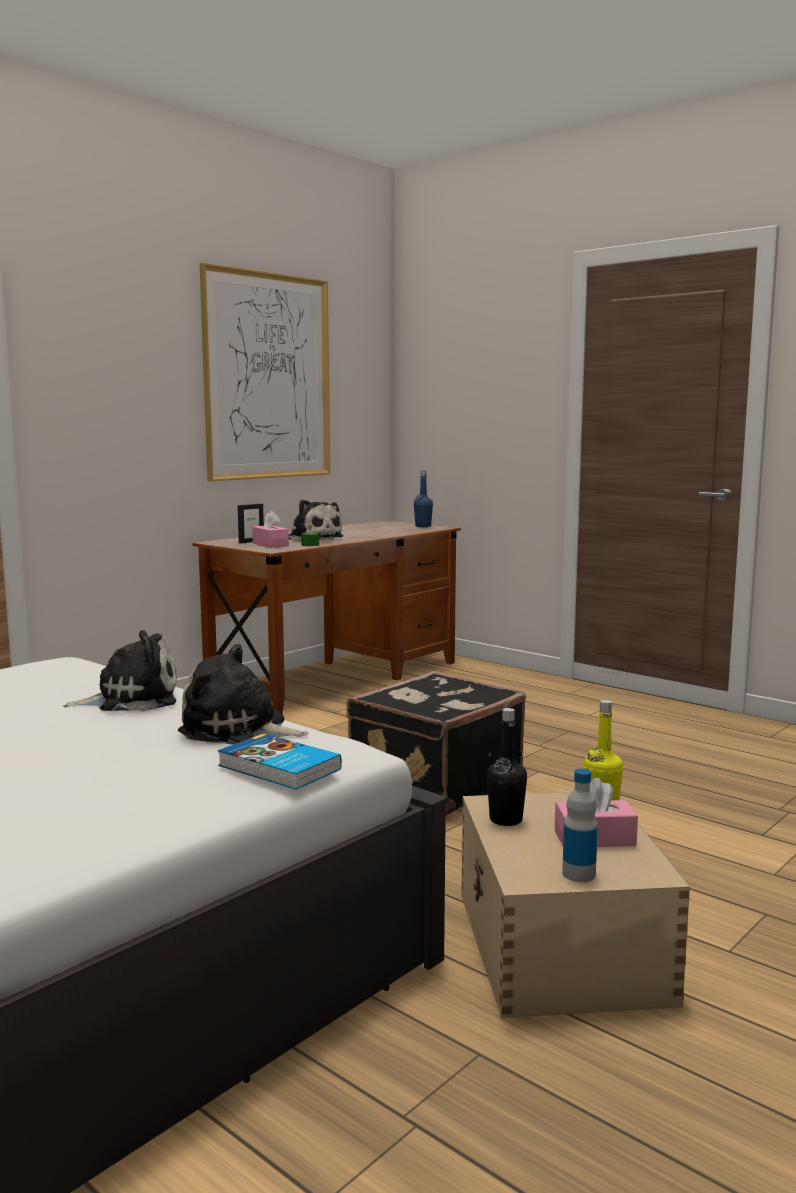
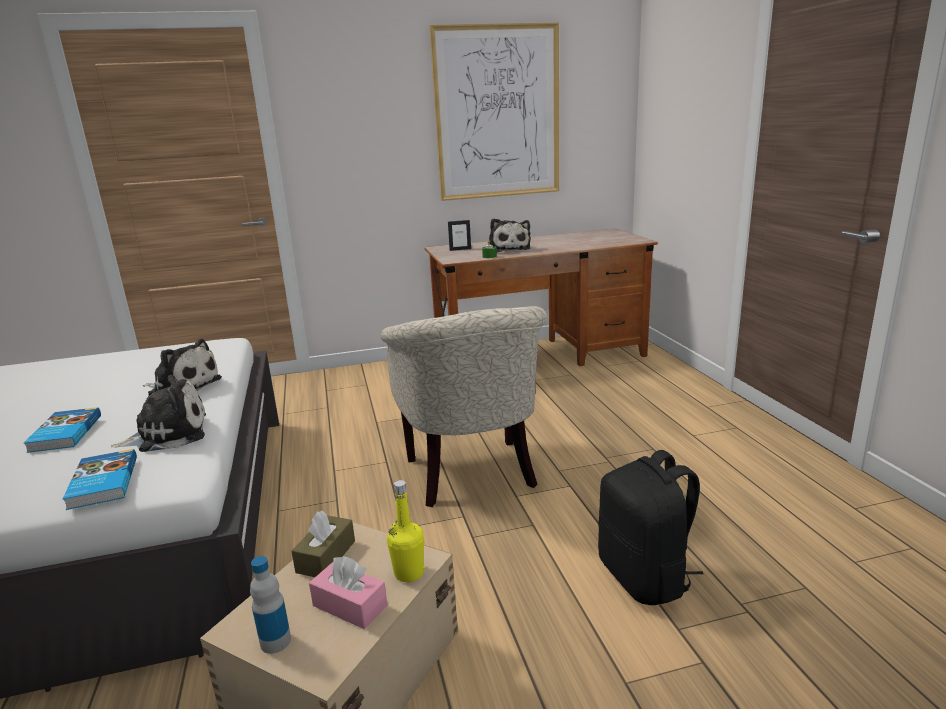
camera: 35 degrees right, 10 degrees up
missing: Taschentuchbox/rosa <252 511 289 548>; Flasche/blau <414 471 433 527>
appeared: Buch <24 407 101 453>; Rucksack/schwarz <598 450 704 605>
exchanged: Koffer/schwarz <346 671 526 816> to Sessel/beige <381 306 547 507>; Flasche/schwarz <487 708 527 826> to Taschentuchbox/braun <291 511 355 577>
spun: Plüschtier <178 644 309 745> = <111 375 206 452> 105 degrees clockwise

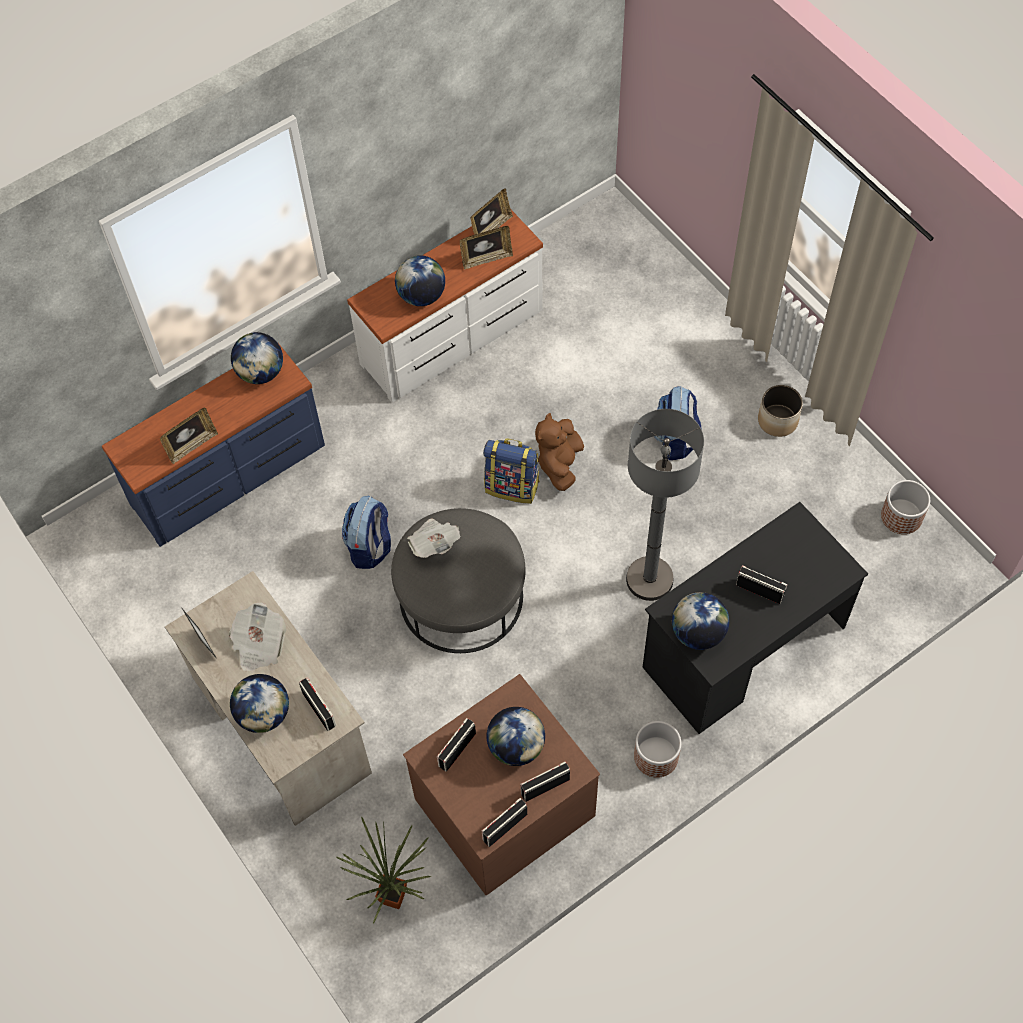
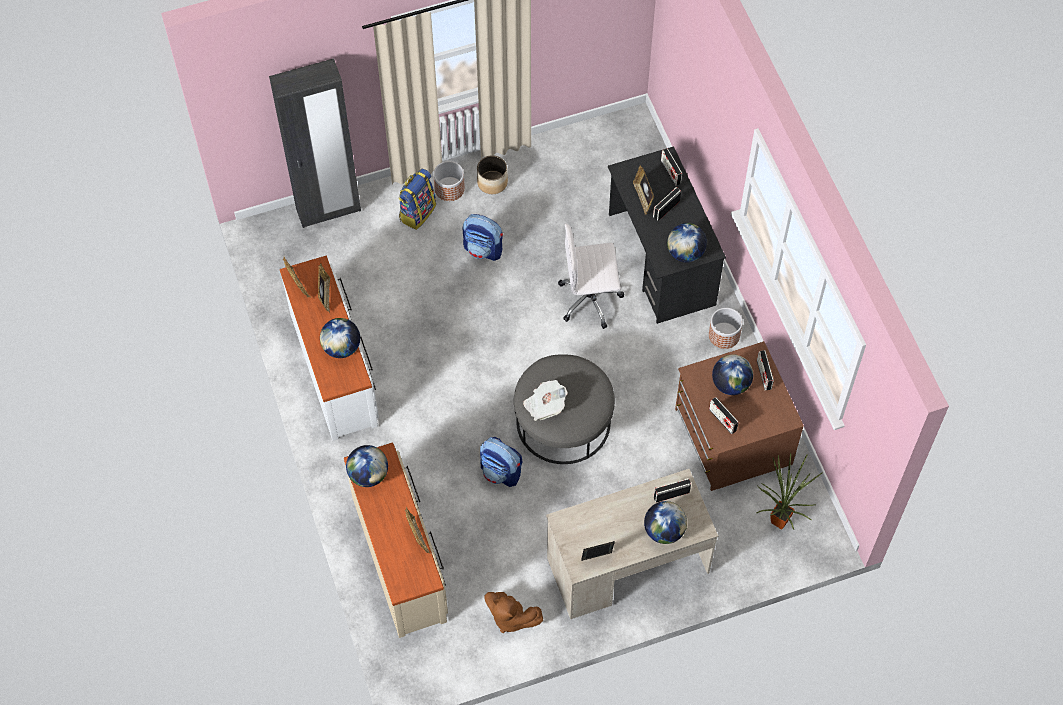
camera: 75 degrees left, 0 degrees up
missing: Zeitung <229 602 287 671>
appeared: Kleiderschrank/schwarz <269 58 361 228>; Bilderrahmen <633 165 654 215>
relocated: Radio <482 798 527 847> to <661 148 682 186>; Rucksack <483 438 540 504> to <399 169 436 230>; Plüschtier/braun <535 413 584 491> to <484 592 543 633>; Pflanzkübel <881 480 930 534> to <433 161 465 201>
exchanged: Stehlampe/grau <626 409 704 601> to Bürostuhl/weiß <558 224 624 329>
colour: Kommode/blau <102 342 325 547> to Kommode/beige <344 442 448 638>

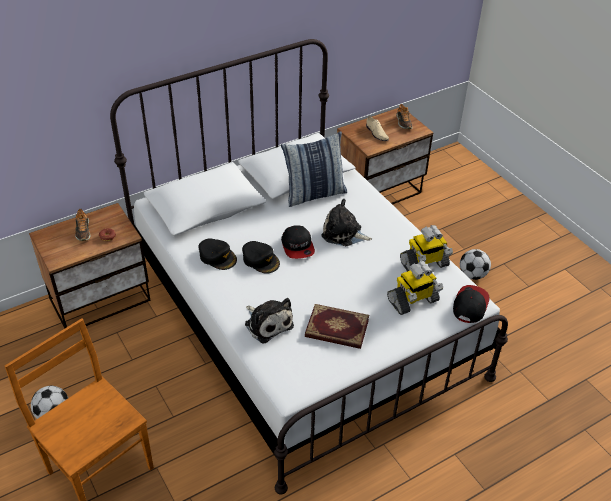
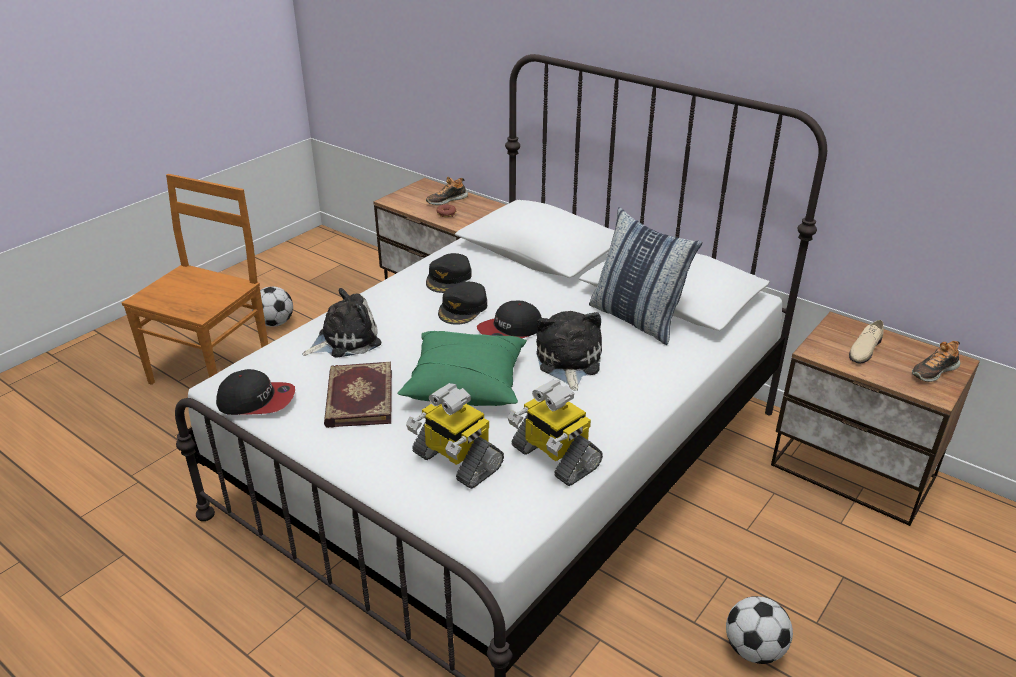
camera: 70 degrees right, 10 degrees down
appeared: Kissen/grün <398 331 527 406>
relocated: Kappe <453 285 489 323> to <216 369 295 415>
spun: Plüschtier <245 298 294 344> = <302 288 381 358> 150 degrees counterclockwise

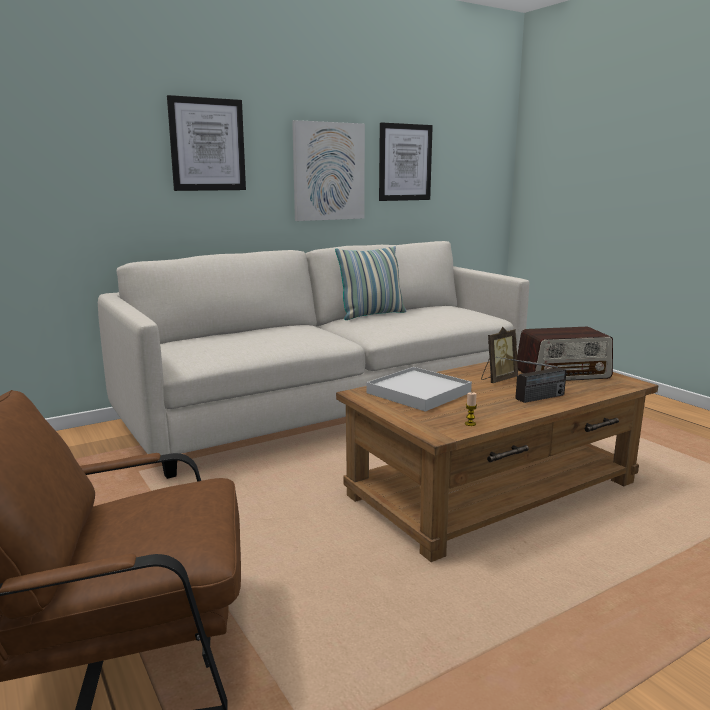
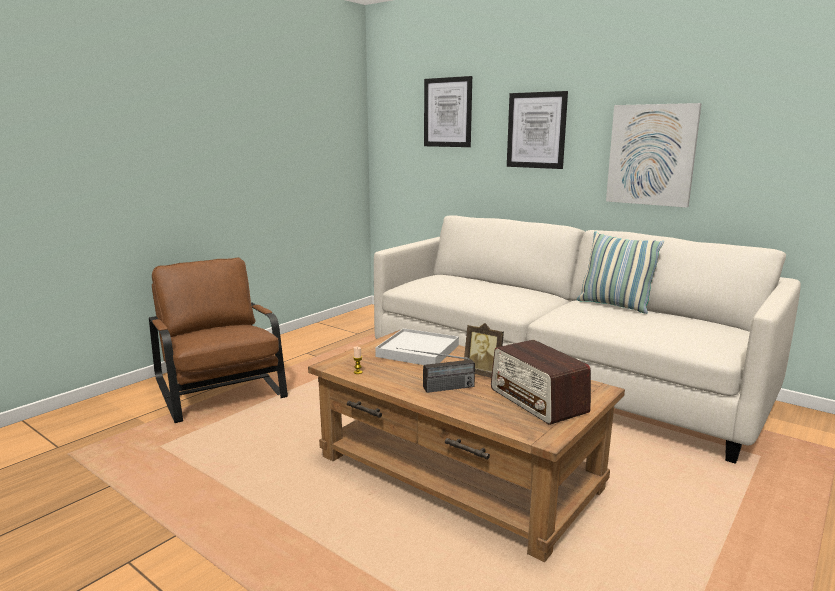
camera: 70 degrees right, 0 degrees up
relocated: Bild <379 122 433 201> to <424 76 472 147>
spun: Radio <496 357 567 403> = <396 348 475 393> 60 degrees counterclockwise

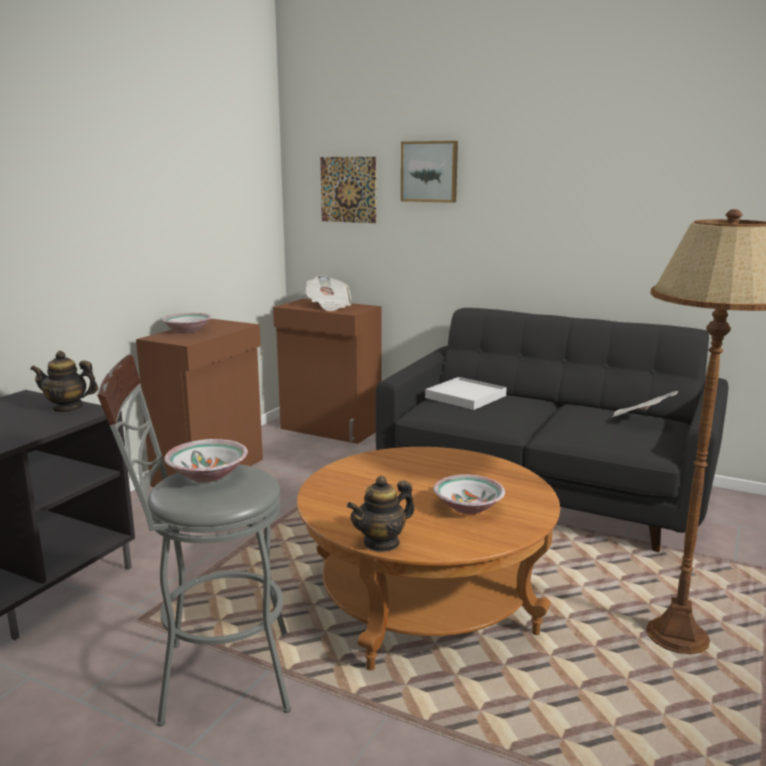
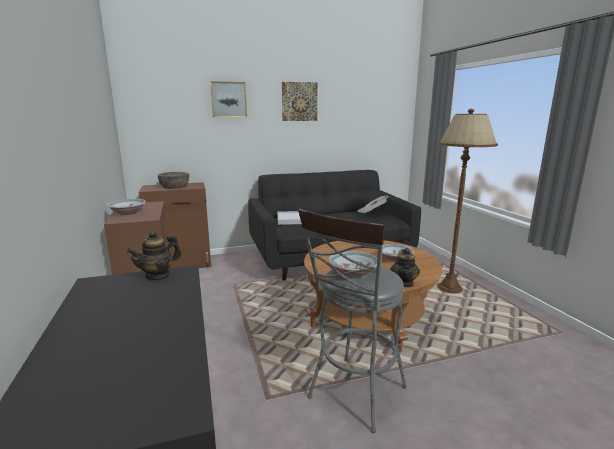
camera: 45 degrees left, 0 degrees up
relocated: Bild <320 157 376 223> to <282 82 318 121>
exchanged: Zeitung <305 275 351 311> to Schüssel/braun <158 172 189 189>

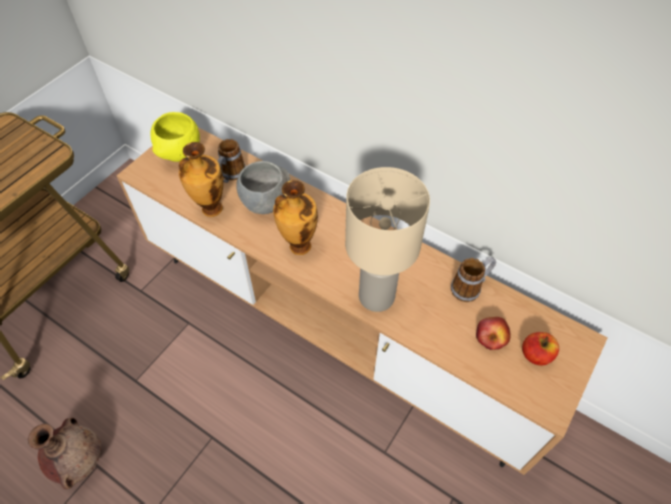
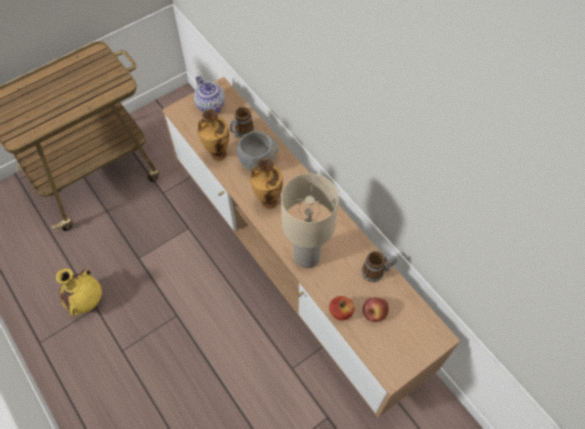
camera: 20 degrees right, 5 degrees up
relocated: Apfel <522 332 559 366> to <329 296 355 320>
exchanged: Schüssel/gelb <151 112 200 162> to Teekanne <194 76 225 114>
colour: Vase/braun <28 418 101 489> to Vase/gelb <56 268 102 316>

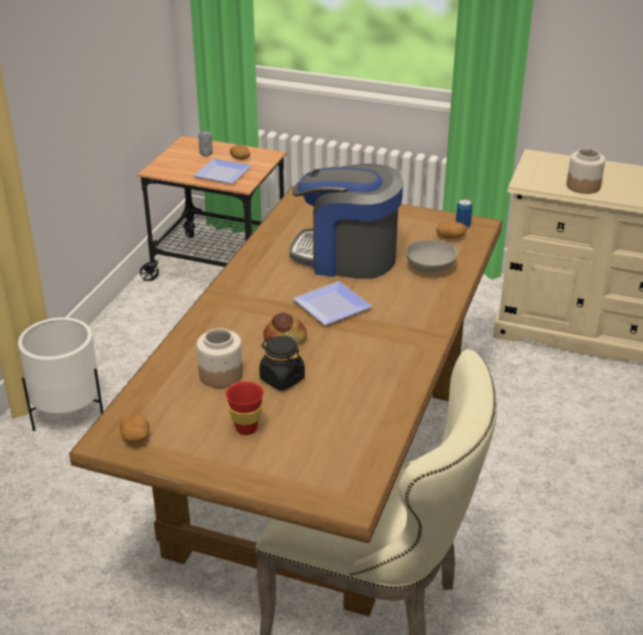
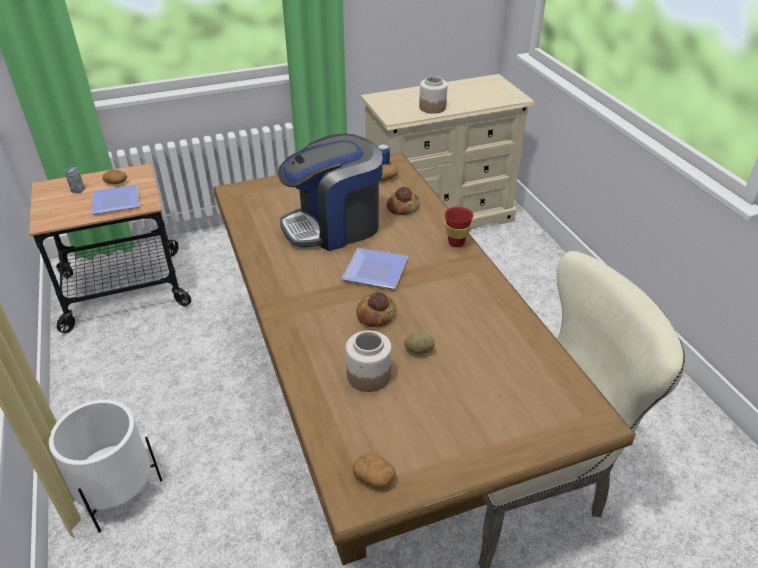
camera: 40 degrees left, 5 degrees up
relocated: Tasse/rot <225 381 264 435> to <445 206 474 247>
exchanged: Vorratsglas/schwarz <259 336 305 390> to Kartoffel <404 332 435 355>; Schüssel/grau <405 240 458 273> to Brot <387 187 420 215>

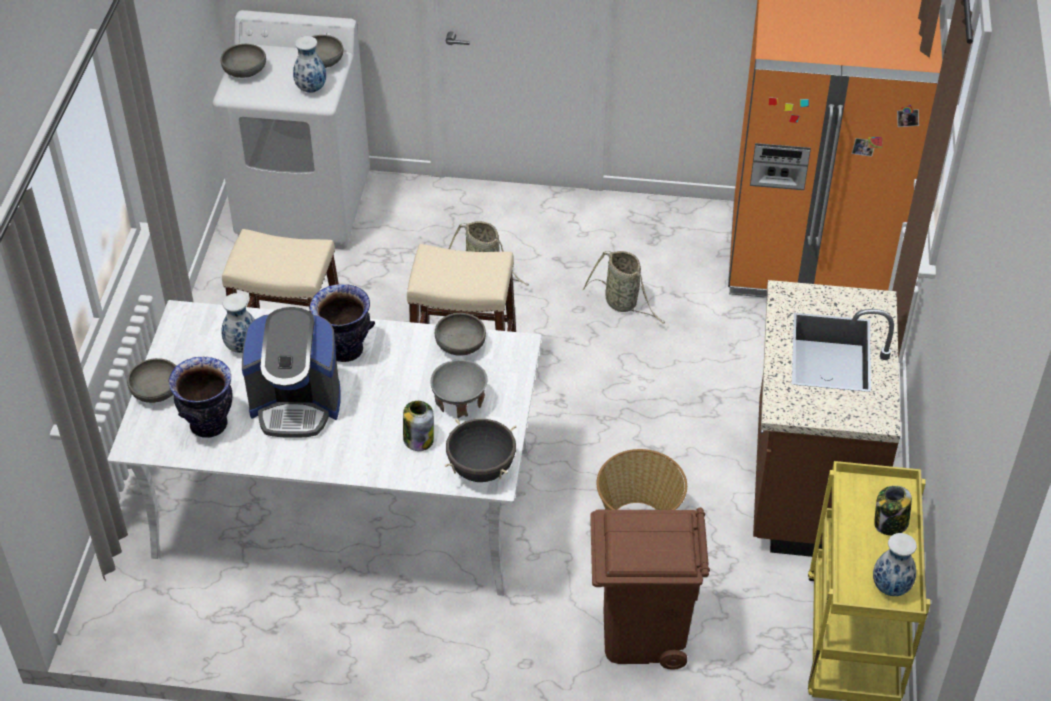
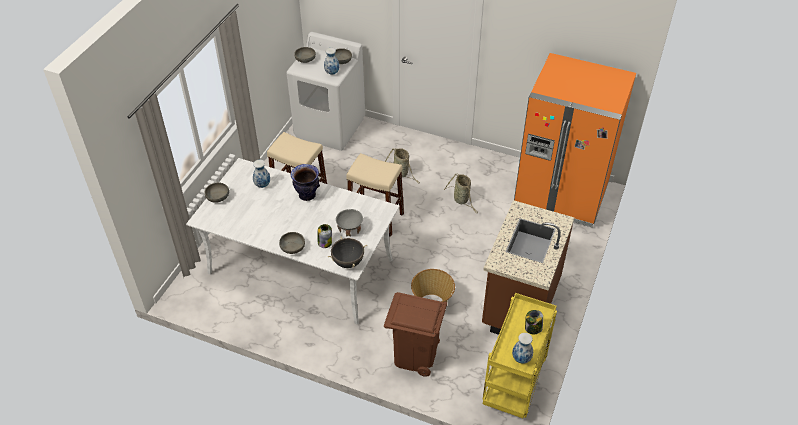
camera: 15 degrees right, 0 degrees up
missing: Vase <168 357 233 438>; Kaffeemaschine <242 307 341 438>
relocated: Schüssel/grau <435 313 486 356> to <279 232 305 254>

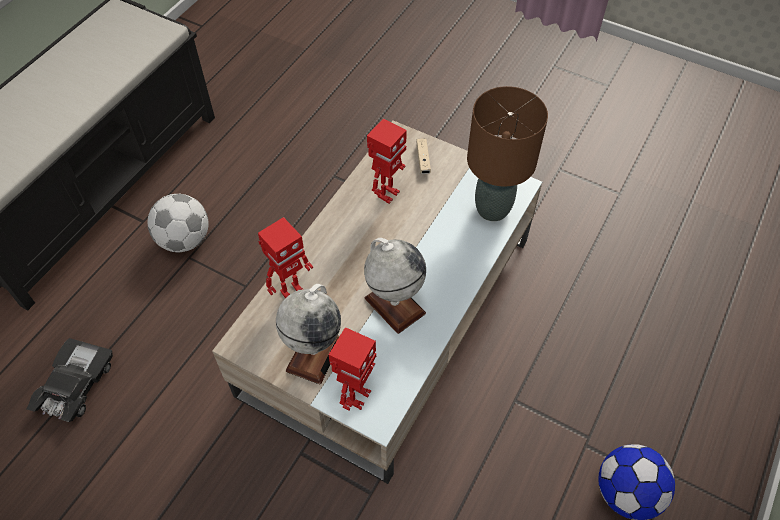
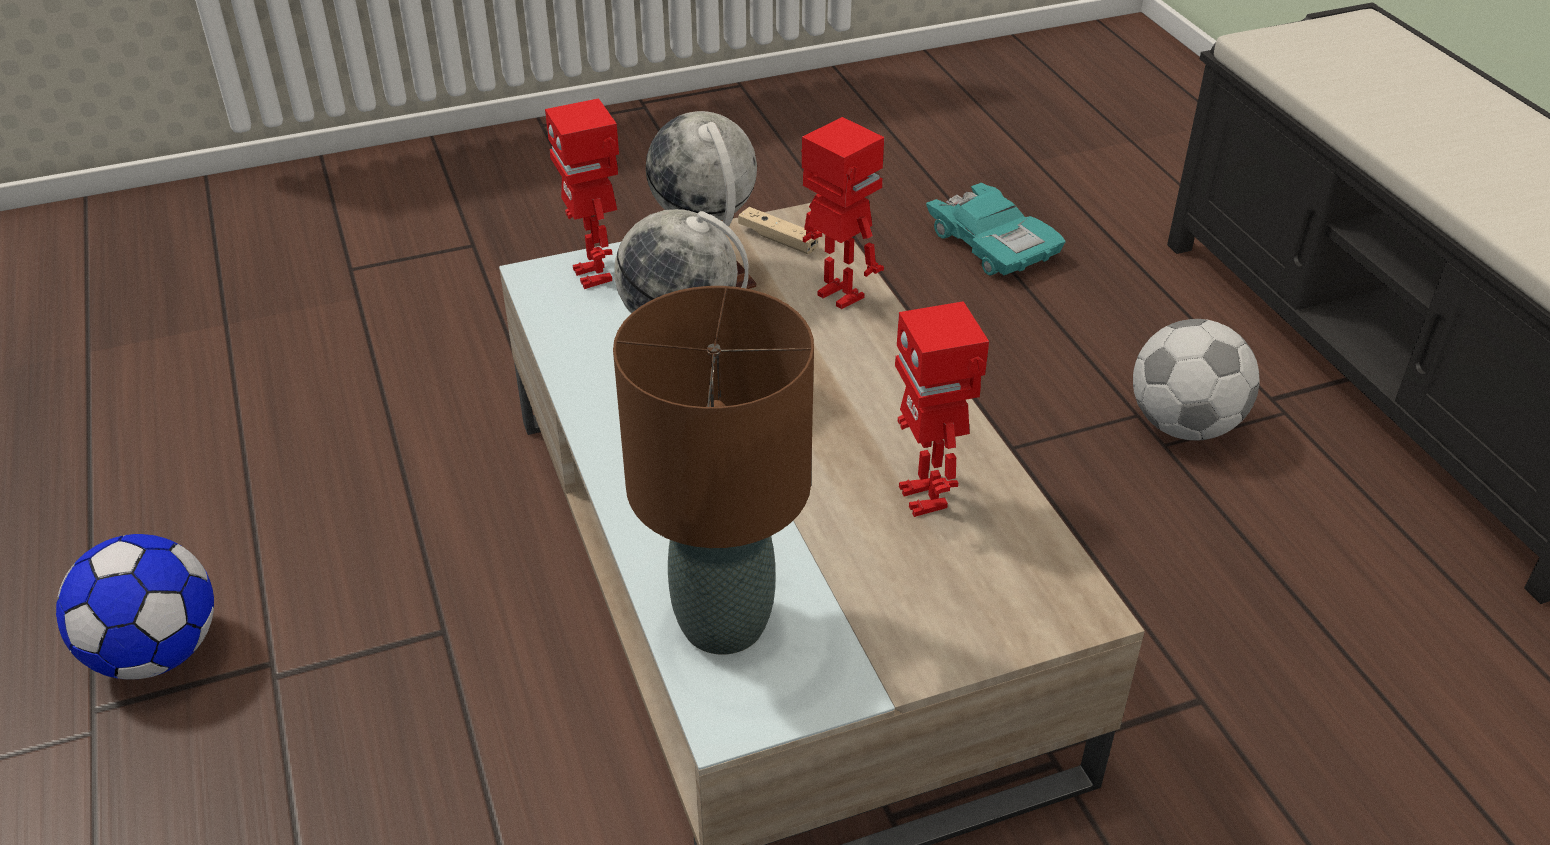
camera: 130 degrees right, 15 degrees down
relocated: Gamepad/beige <417 138 431 174> to <738 207 818 254>
colour: Spielzeugauto/schwarz <26 338 113 422> to Spielzeugauto/türkis <926 183 1066 275>
spun: Spielzeugroboter <258 217 313 298> = <801 117 884 309> 135 degrees clockwise

